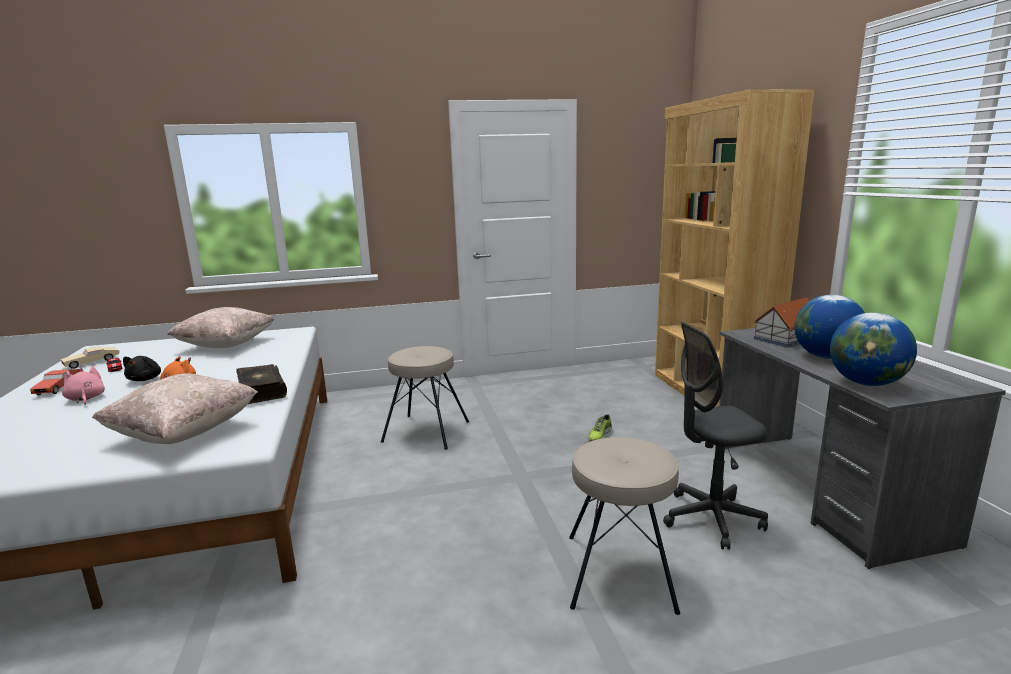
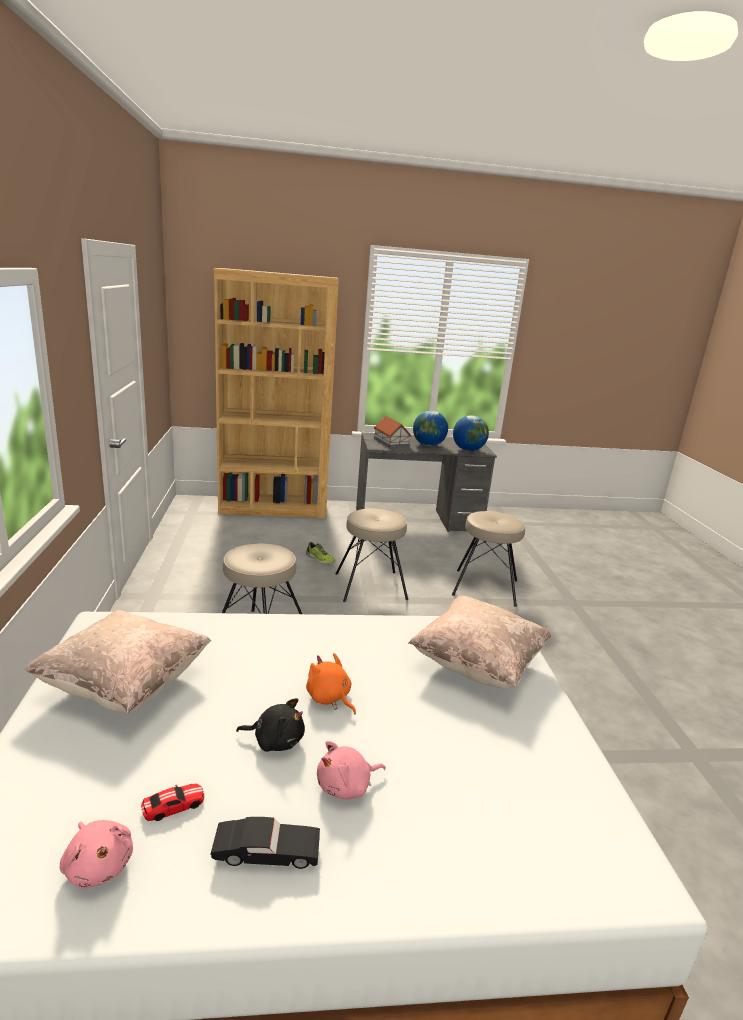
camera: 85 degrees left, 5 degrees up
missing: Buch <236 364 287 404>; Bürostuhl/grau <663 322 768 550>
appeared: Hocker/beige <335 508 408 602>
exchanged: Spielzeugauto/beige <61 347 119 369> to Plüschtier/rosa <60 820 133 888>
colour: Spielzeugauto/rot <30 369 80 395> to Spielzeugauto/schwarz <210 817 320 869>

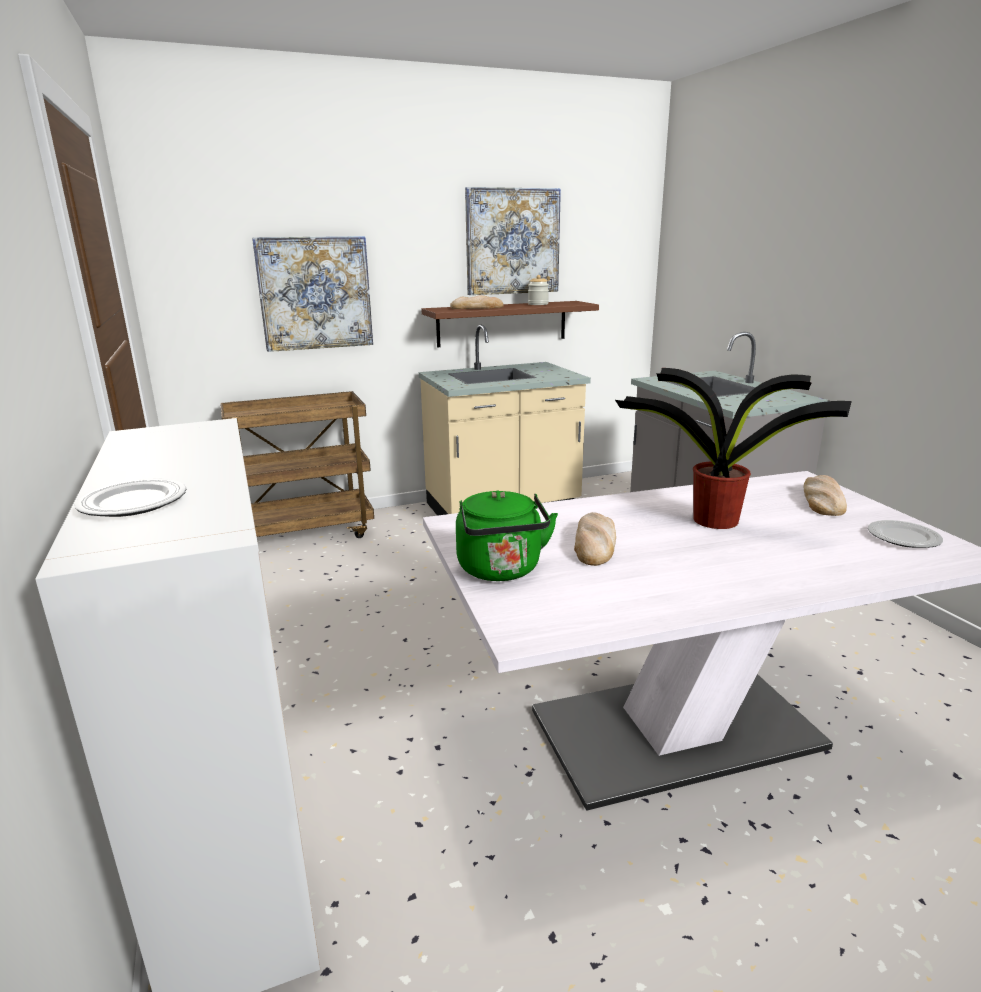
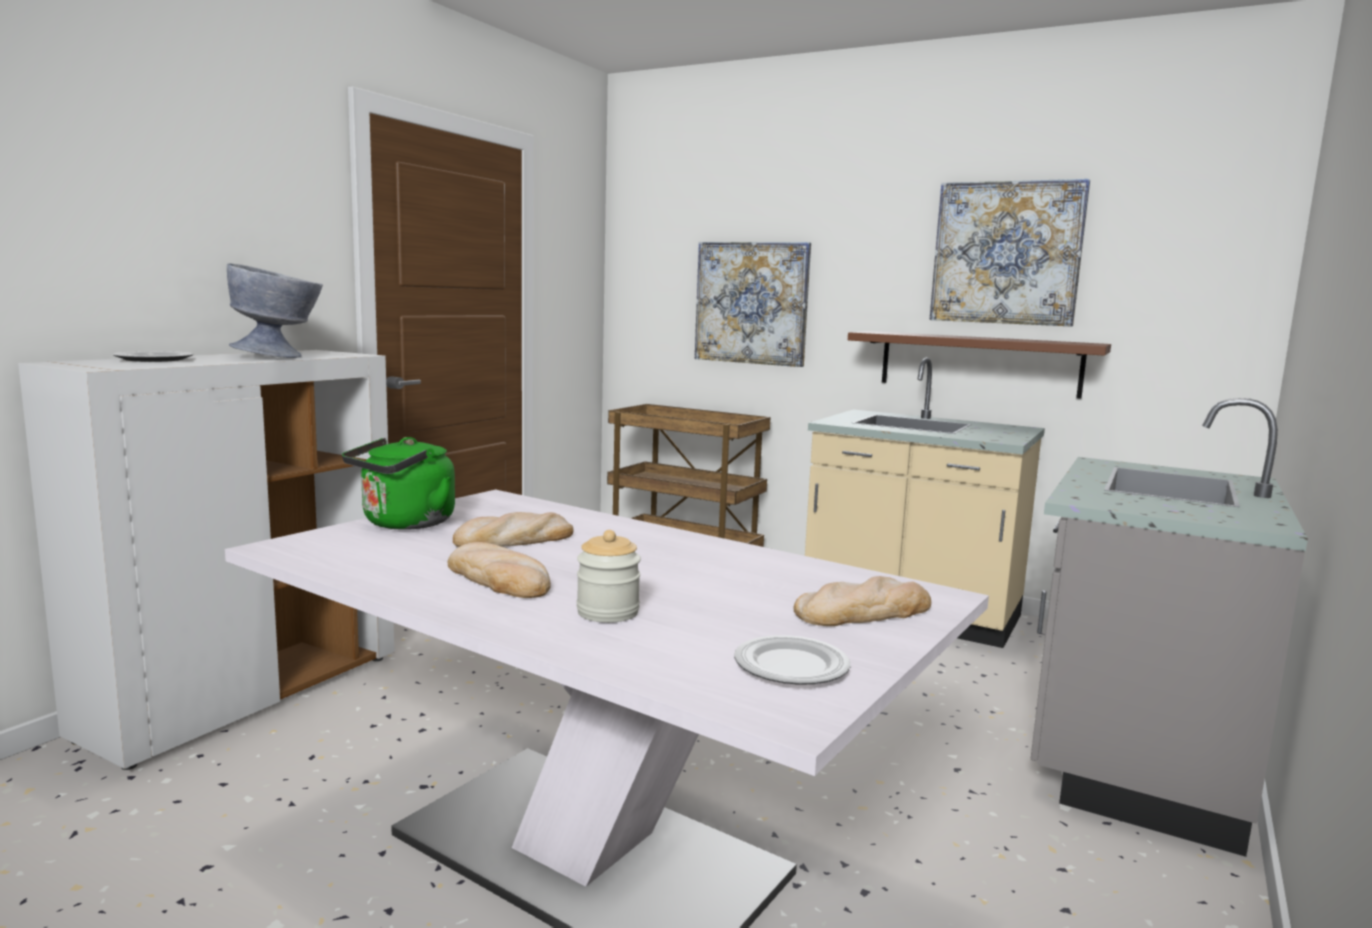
camera: 50 degrees right, 10 degrees down
missing: Topfpflanze <615 368 852 529>
appeared: Schüssel/grau <227 263 323 358>
relocated: Brot <450 295 503 309> to <448 542 551 598>; Vorratsglas <528 275 549 305> to <577 530 641 623>

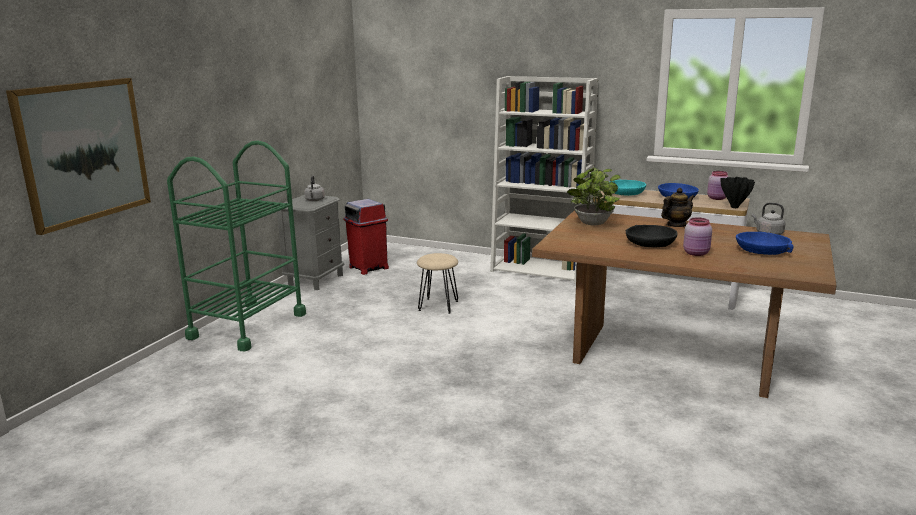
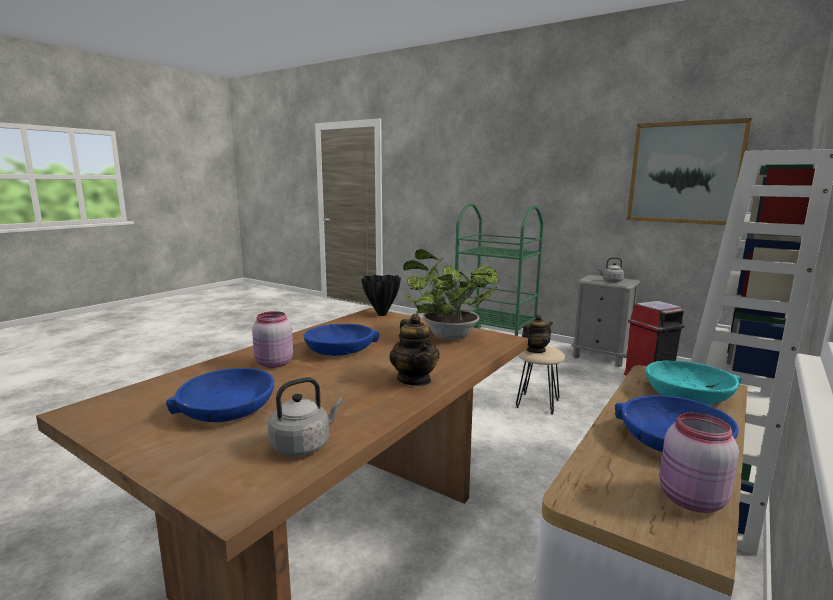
camera: 100 degrees right, 5 degrees down
appeared: Teekanne <522 315 553 353>
relocated: Bild <6 78 151 235> to <627 118 752 225>; Vase/schwarz <720 177 755 208> to <361 275 401 316>
colour: Schüssel/schwarz <626 225 678 247> to Schüssel/blau <304 324 379 356>

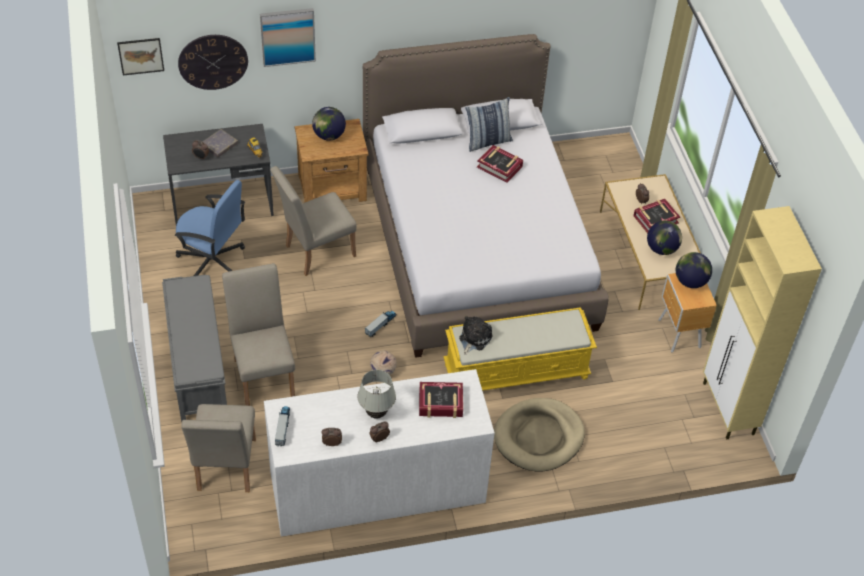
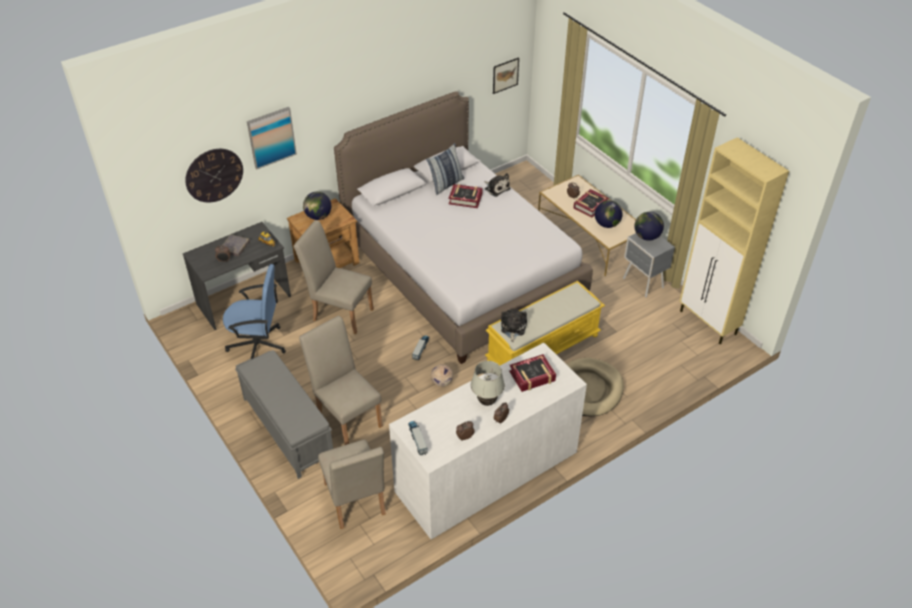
camera: 20 degrees left, 5 degrees down
appeared: Plüschtier <484 173 510 197>
relocated: Bild <117 38 164 76> to <493 57 519 94>
colour: Nachttisch/braun <658 273 717 352> to Nachttisch/grau <623 233 675 298>
spun: Stuhl/beige <270 166 357 276> = <294 220 374 334> 75 degrees clockwise

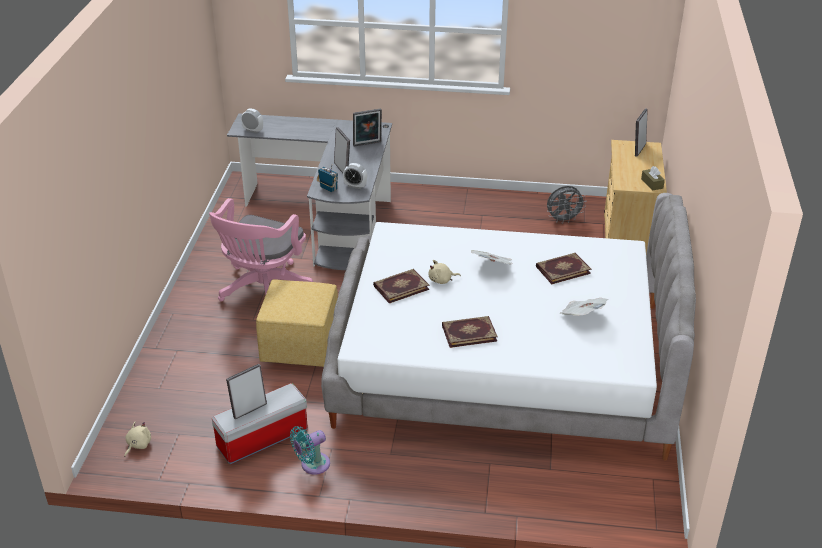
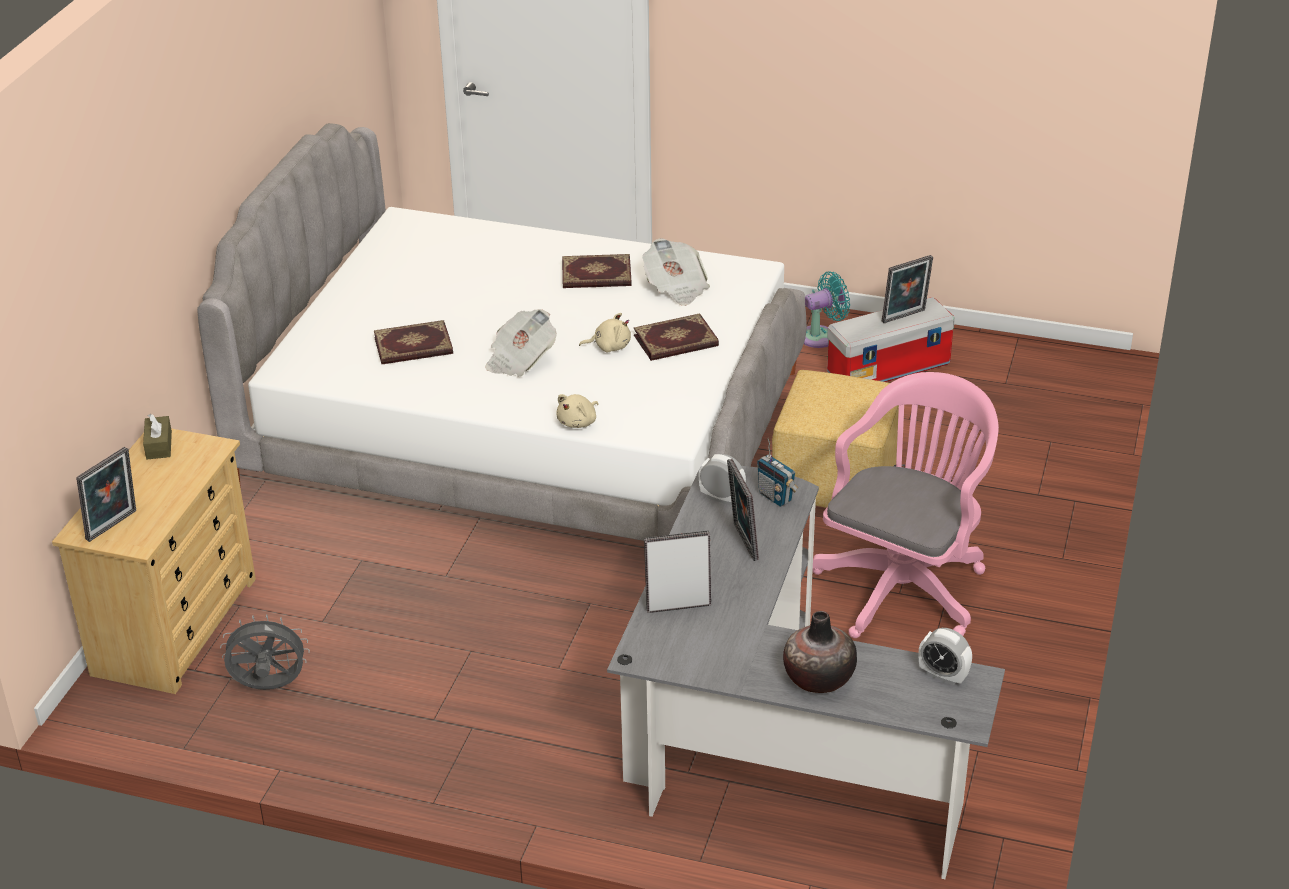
camera: 170 degrees left, 0 degrees up
appeared: Vase <783 611 857 693>
relocated: Plüschtier/beige <124 422 151 457> to <556 394 599 428>; Zeitung <559 298 609 316> to <642 238 710 306>

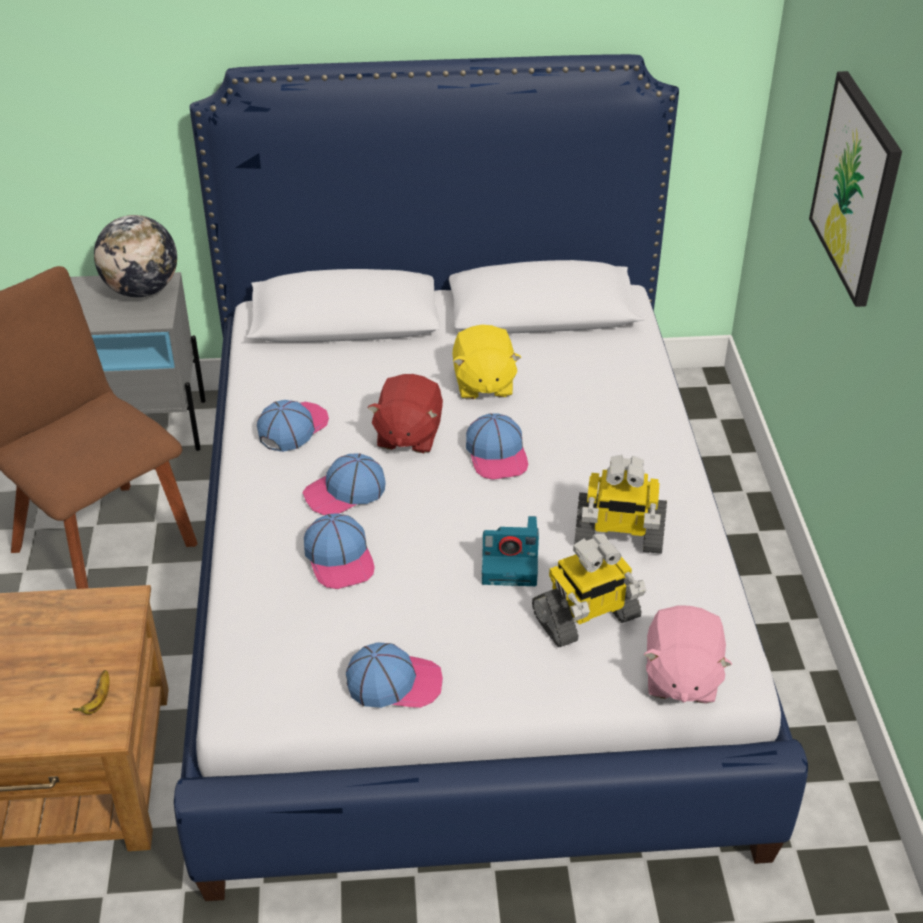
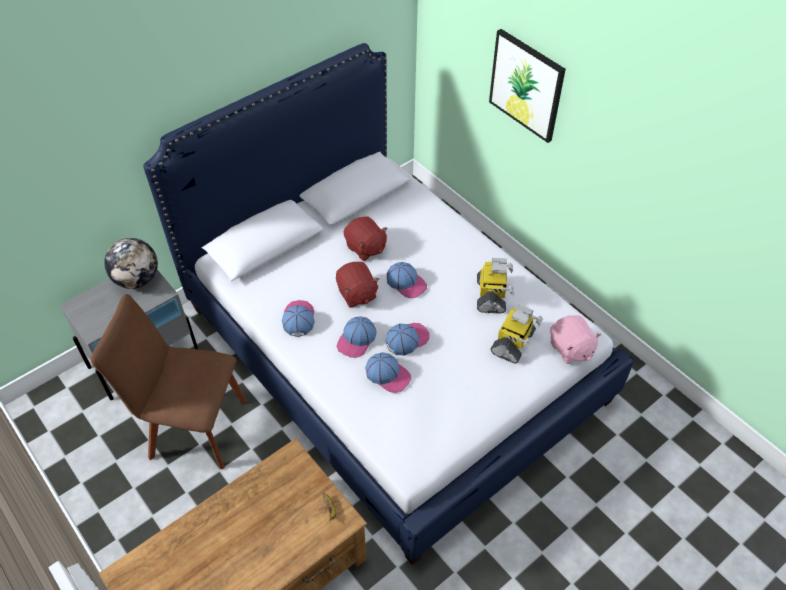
camera: 35 degrees left, 10 degrees up
missing: Kamera <482 516 539 586>
relocated: Kappe <346 642 443 708> to <386 323 430 355>
colour: Plüschtier/gelb <453 325 521 400> to Plüschtier/rot <344 216 388 261>
spun: Spielzeugroboter <574 455 667 554> = <477 258 514 313> 60 degrees counterclockwise

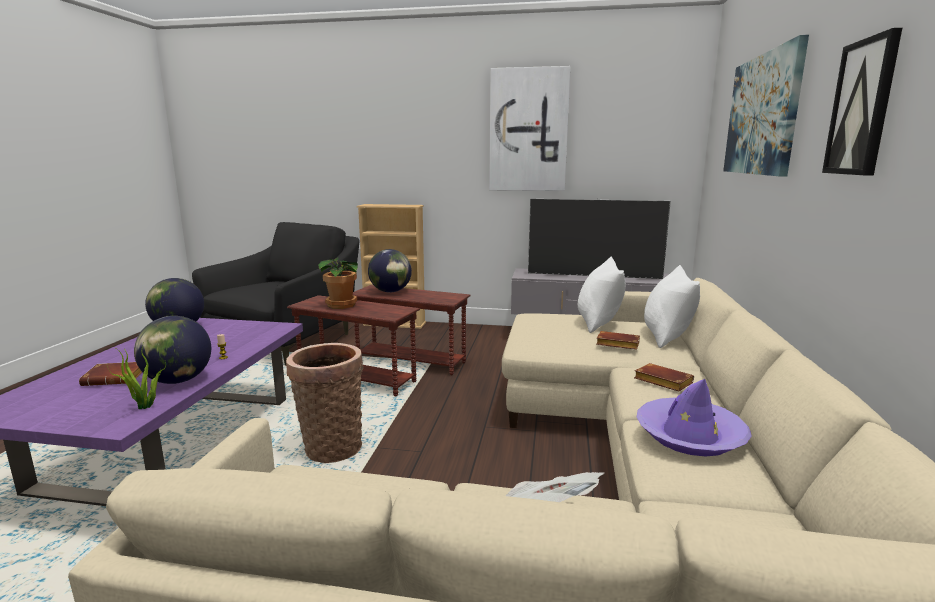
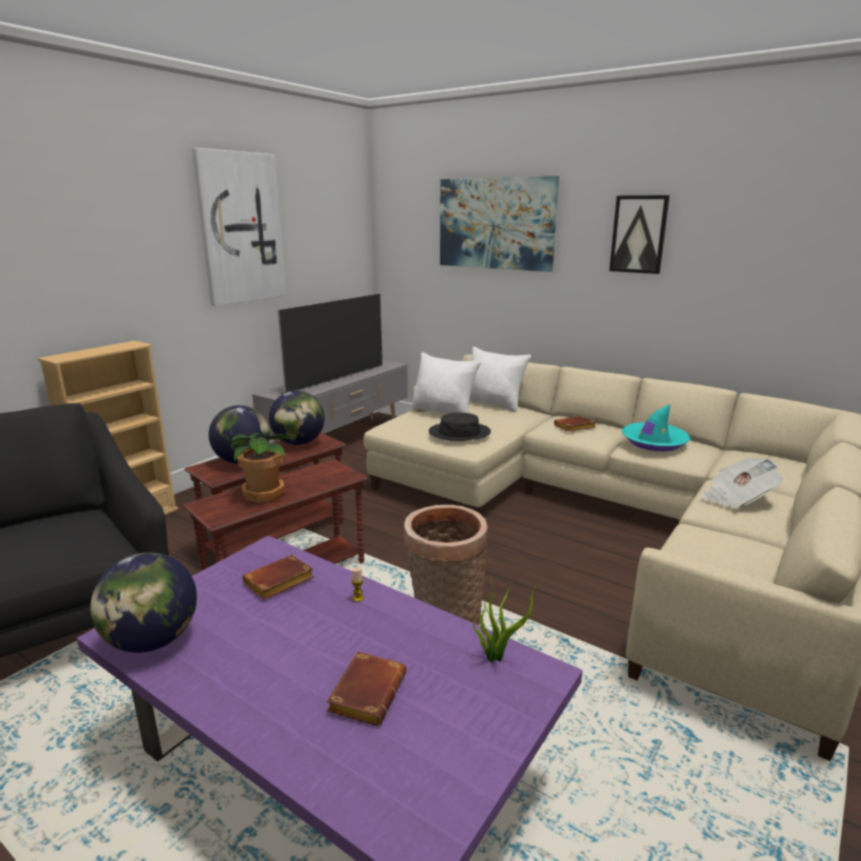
camera: 65 degrees left, 5 degrees up
appeared: Hut/schwarz <429 413 491 441>
relocated: Globus <134 316 211 384> to <269 391 325 445>; Buch/braun <596 331 640 350> to <242 555 314 600>
colour: Hut/lila <637 379 752 457> to Hut/türkis <622 404 690 451>

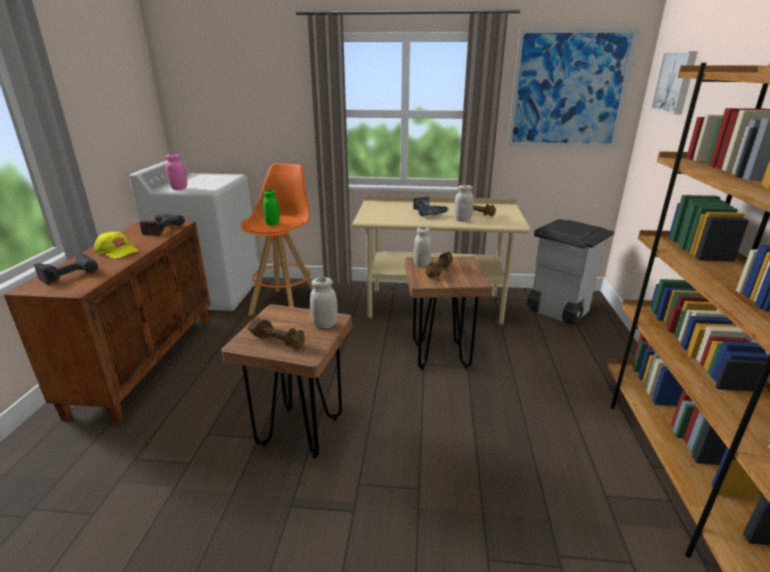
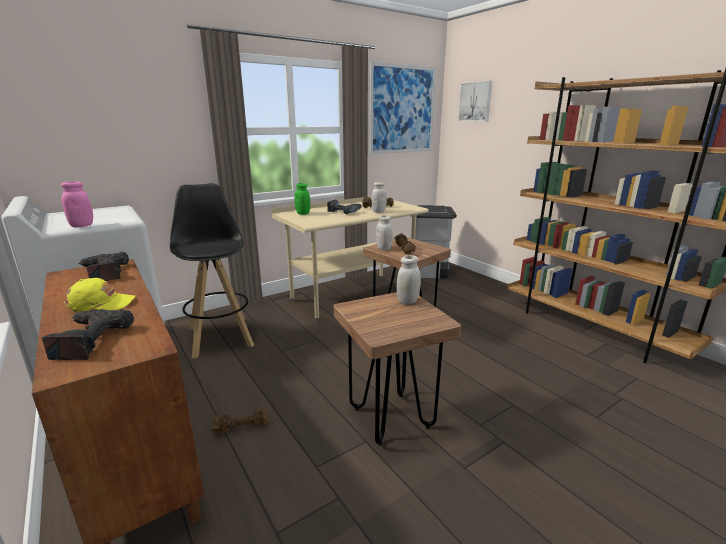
camera: 40 degrees left, 5 degrees down
relocated: Hantel/braun <247 318 305 349> to <211 409 269 433>; Vorratsglas/grün <263 189 280 226> to <294 183 310 215>
colour: Hocker/orange <241 163 313 316> to Hocker/schwarz <170 183 254 359>

